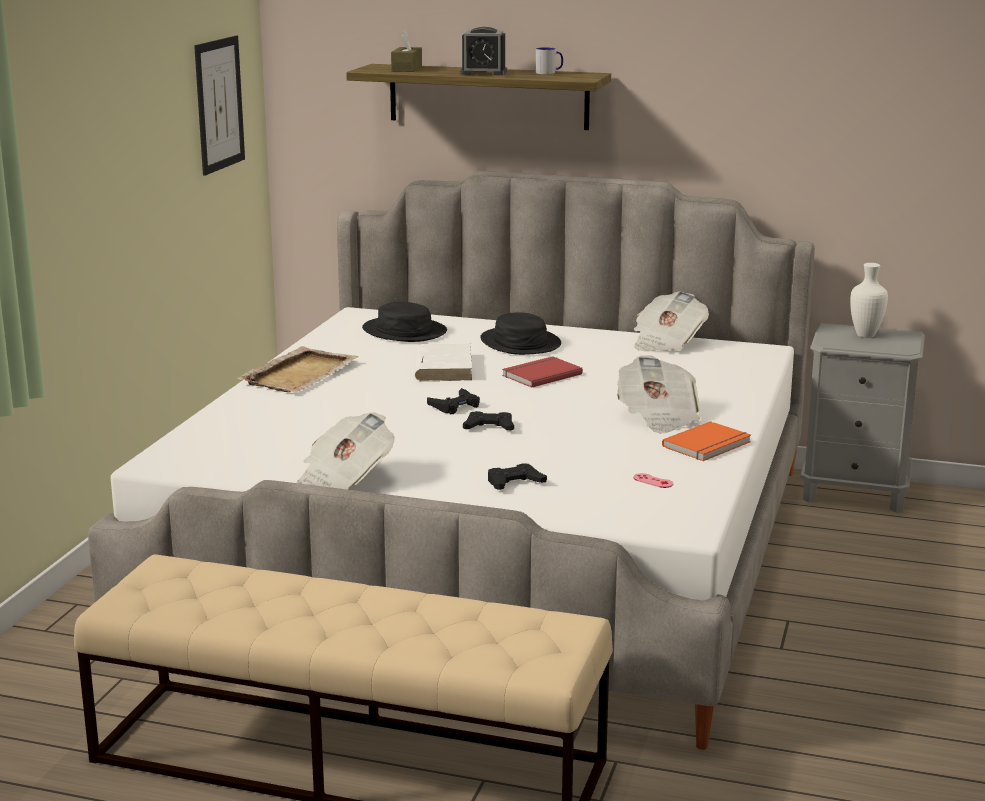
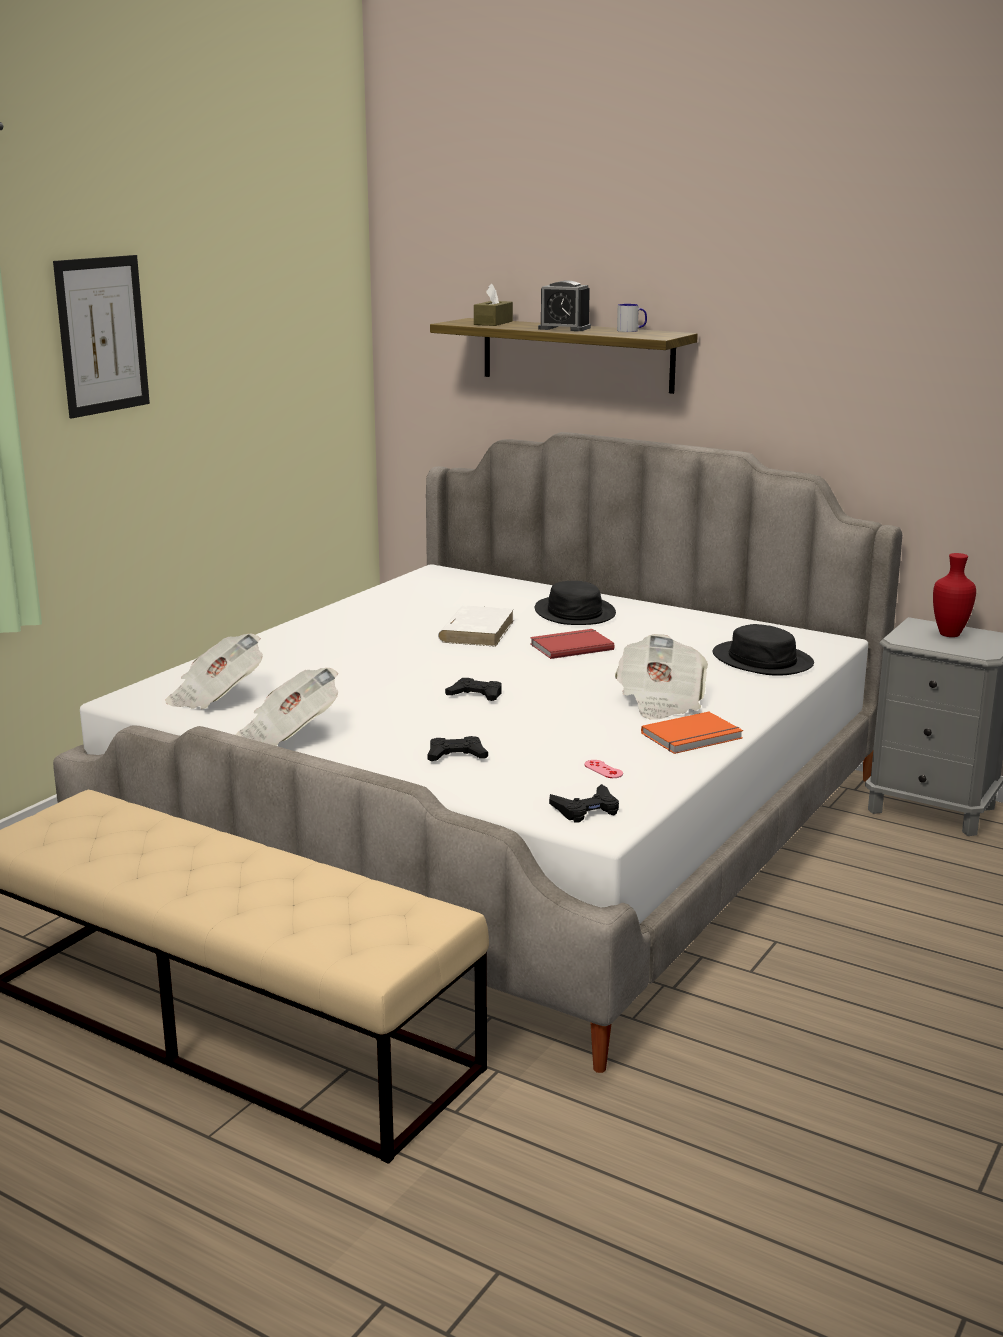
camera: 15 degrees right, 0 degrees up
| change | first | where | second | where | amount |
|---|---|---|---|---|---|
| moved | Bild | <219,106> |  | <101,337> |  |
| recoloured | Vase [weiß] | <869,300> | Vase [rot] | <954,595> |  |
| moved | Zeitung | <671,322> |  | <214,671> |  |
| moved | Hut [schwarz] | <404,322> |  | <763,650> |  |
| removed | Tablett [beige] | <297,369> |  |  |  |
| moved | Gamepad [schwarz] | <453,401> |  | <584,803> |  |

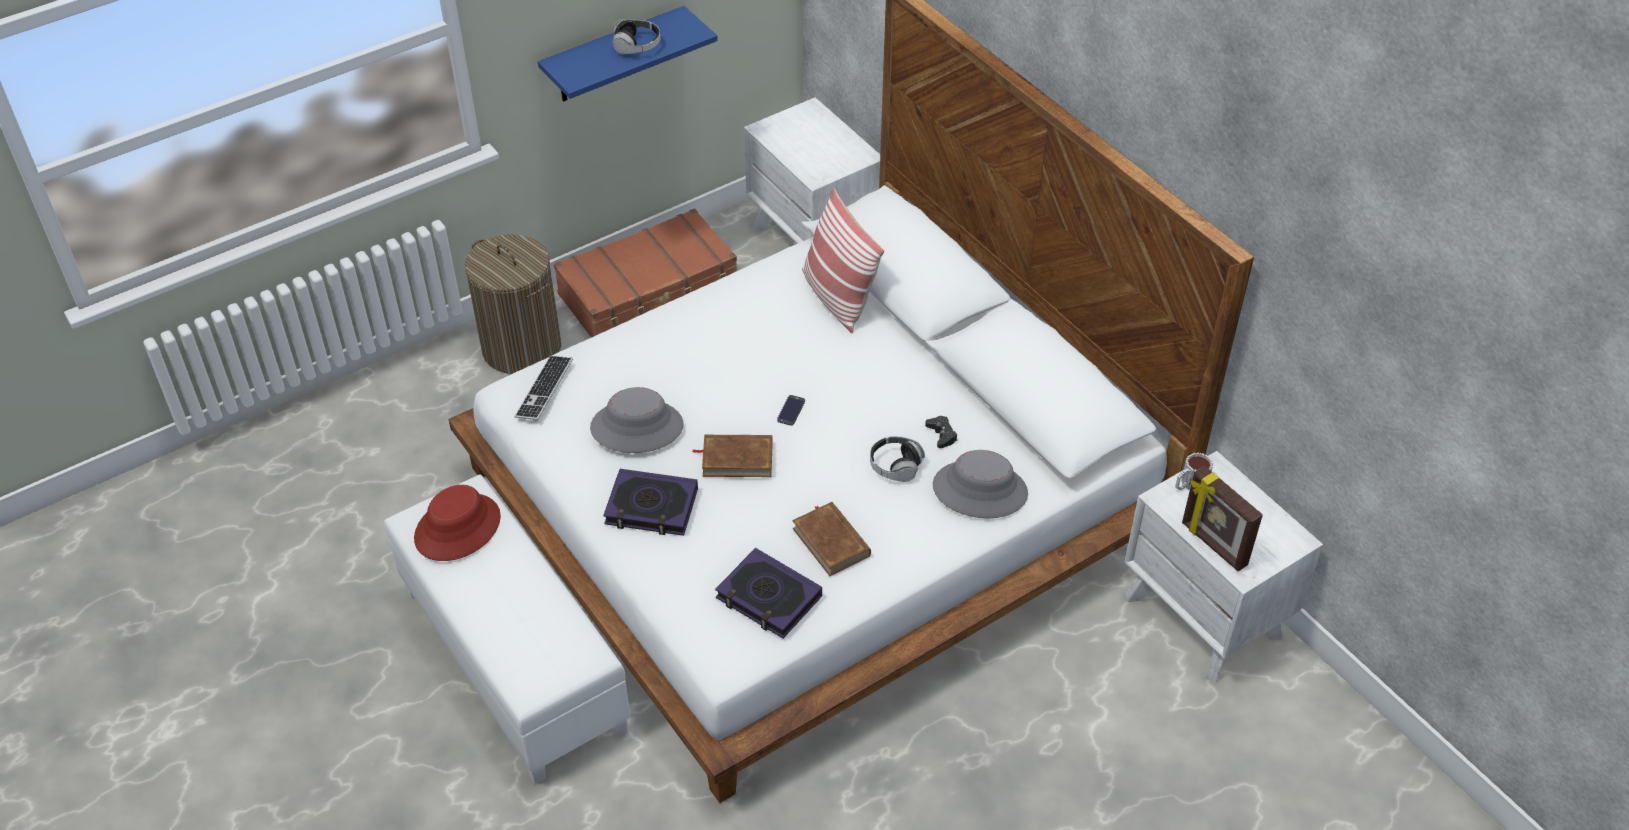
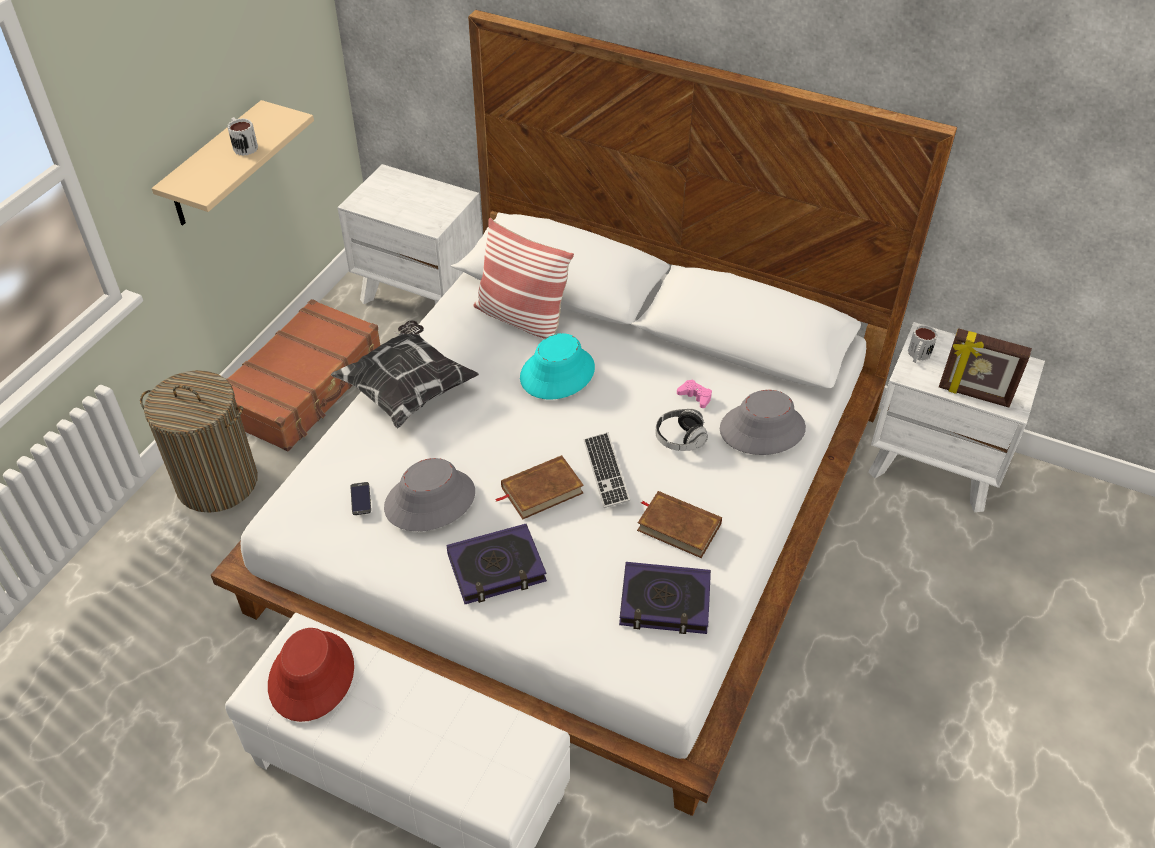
camera: 30 degrees left, 0 degrees up
| change | first | where | second | where | amount |
|---|---|---|---|---|---|
| recoloured | Wandregal [blau] | <628,54> | Wandregal [beige] | <233,162> |  |
| replaced | Kopfhörer | <636,36> | Henkelbecher | <242,136> |  |
| moved | Tastatur | <543,388> |  | <606,470> |  |
| moved | Handy | <791,410> |  | <361,498> |  |
| recoloured | Gamepad [schwarz] | <941,432> | Gamepad [rosa] | <694,394> |  |
| added |  |  | Kissen | <405,374> |  |
| added |  |  | Hut [türkis] | <557,366> |  |

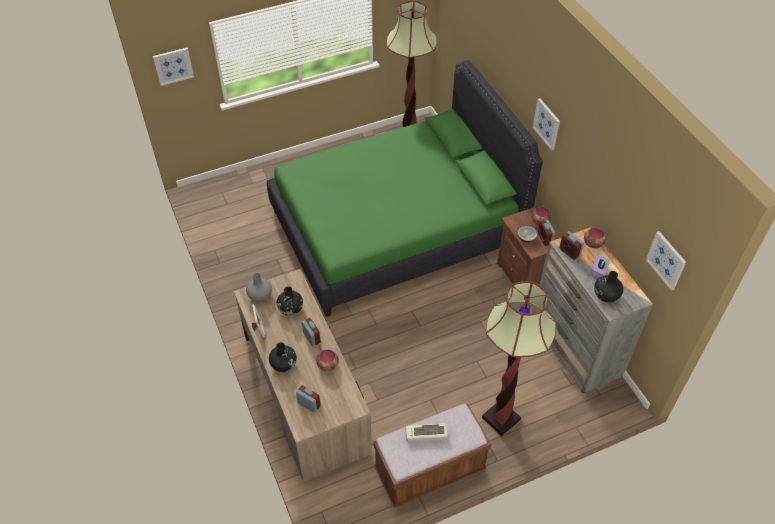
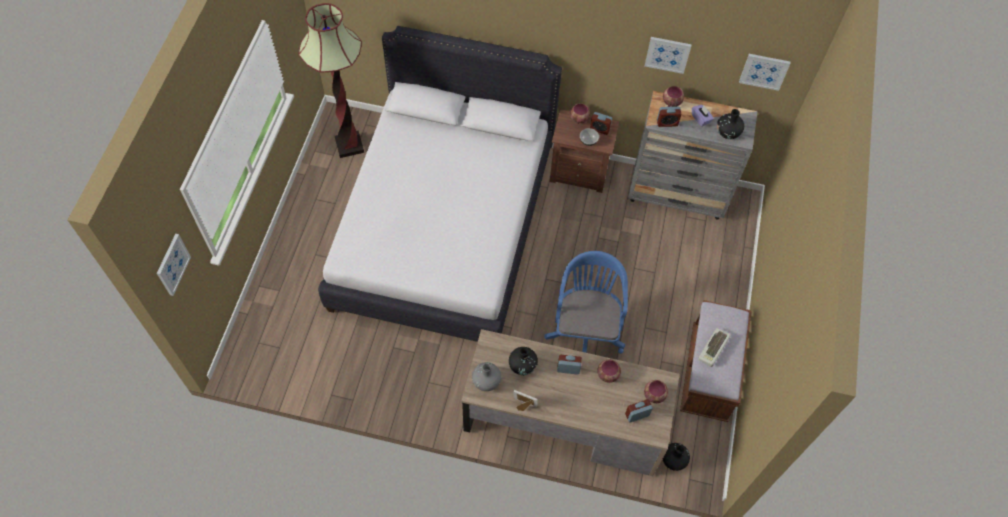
camera: 55 degrees left, 10 degrees up
| change | first | where | second | where | amount |
|---|---|---|---|---|---|
| recoloured | Bett [grün] | <405,188> | Bett [weiß] | <440,184> |  |
| moved | Bild | <546,124> |  | <668,55> |  |
| removed | Stehlampe | <519,358> |  |  |  |
| moved | Vase [schwarz] | <283,357> |  | <676,457> |  |
| added |  |  | Bürostuhl [blau] | <586,302> |  |
| added |  |  | Schüssel | <656,391> |  |

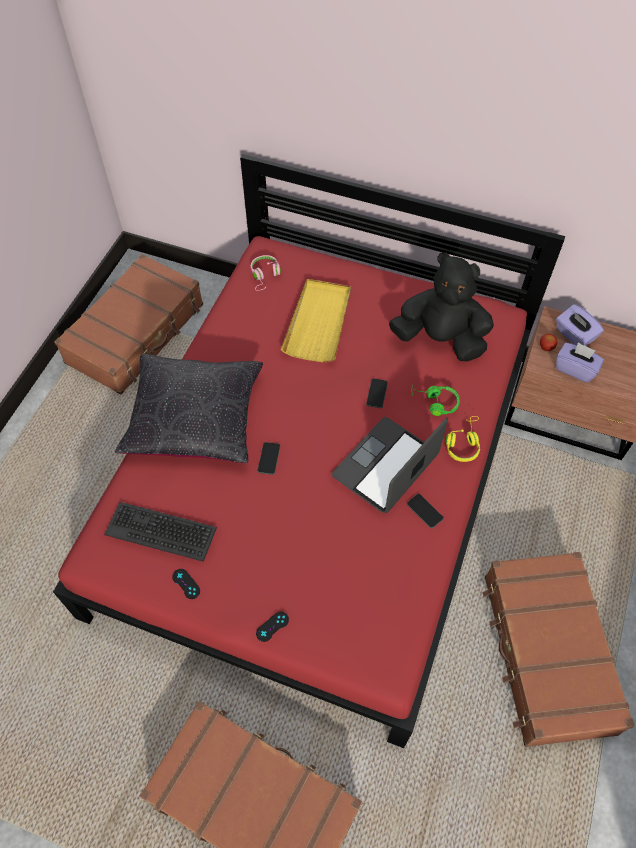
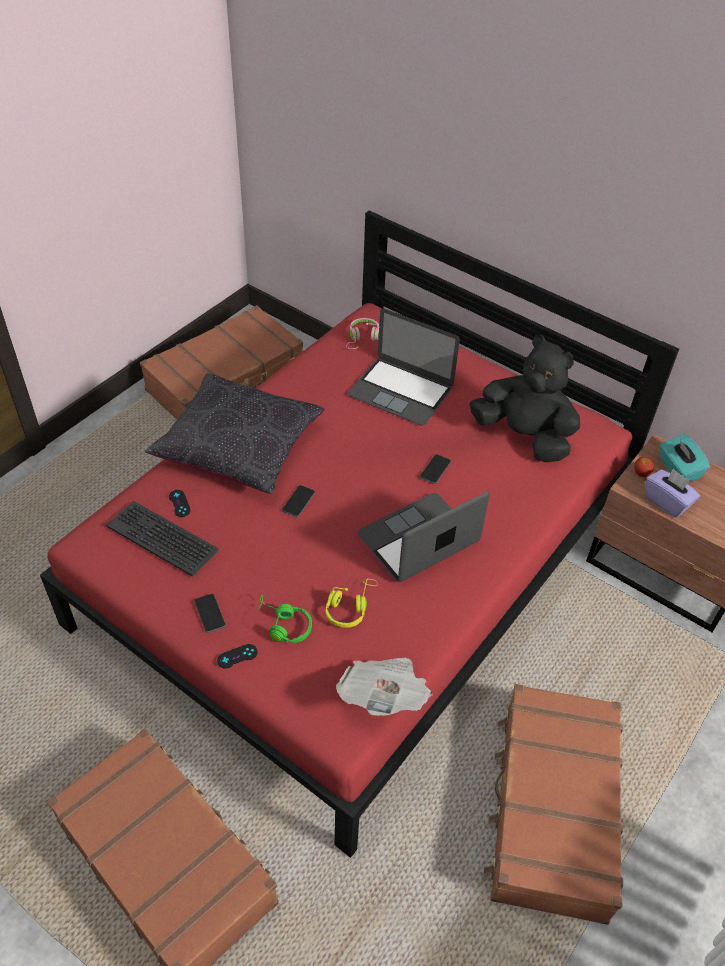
camera: 15 degrees right, 10 degrees down
| change | first | where | second | where | amount |
|---|---|---|---|---|---|
| replaced | Tablett [gelb] | <316,320> | Laptop | <404,367> |  |
| recoloured | Taschentuchbox [lila] | <580,325> | Taschentuchbox [türkis] | <685,458> |  |
| moved | Kopfhörer [grün] | <435,400> |  | <285,619> |  |
| moved | Kopfhörer [gelb] | <463,439> |  | <351,603> |  |
| moved | Handy | <425,511> |  | <210,613> |  |
| moved | Gamepad [schwarz] | <186,584> |  | <180,503> |  |
| added |  |  | Zeitung | <384,686> |  |

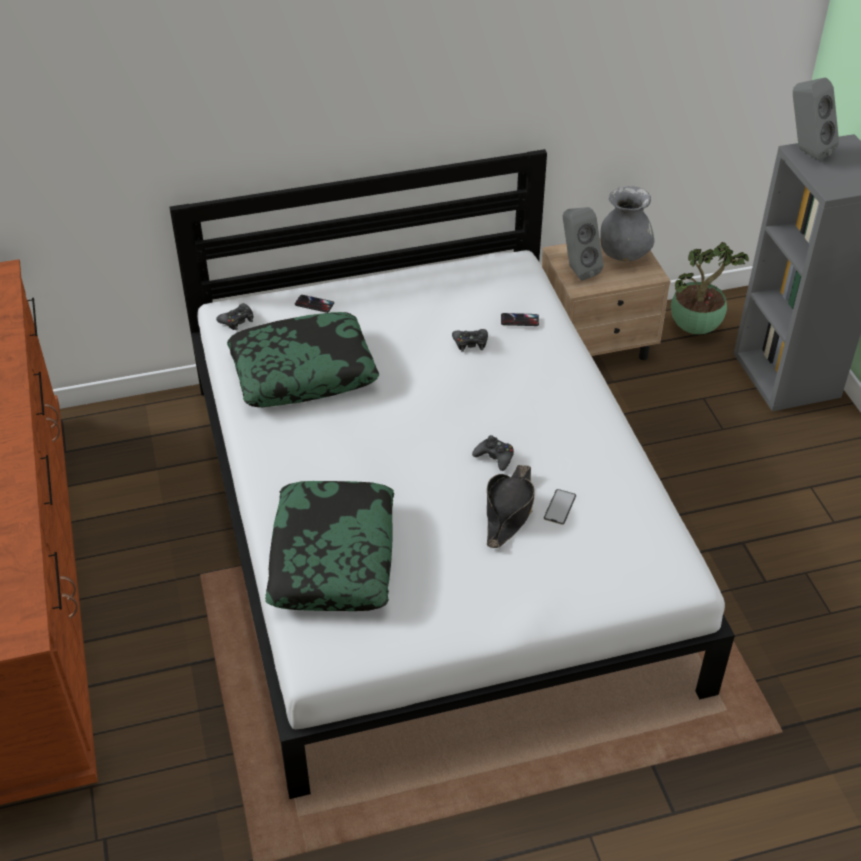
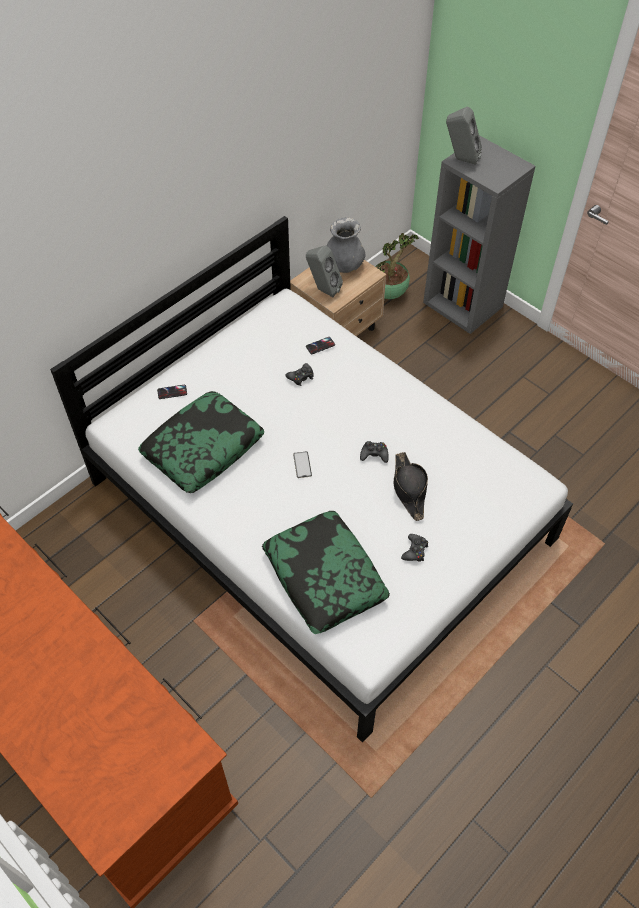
camera: 30 degrees left, 10 degrees up
| change | first | where | second | where | amount |
|---|---|---|---|---|---|
| moved | Gamepad [schwarz] | <234,316> |  | <414,548> |  |
| moved | Handy | <560,507> |  | <302,465> |  |

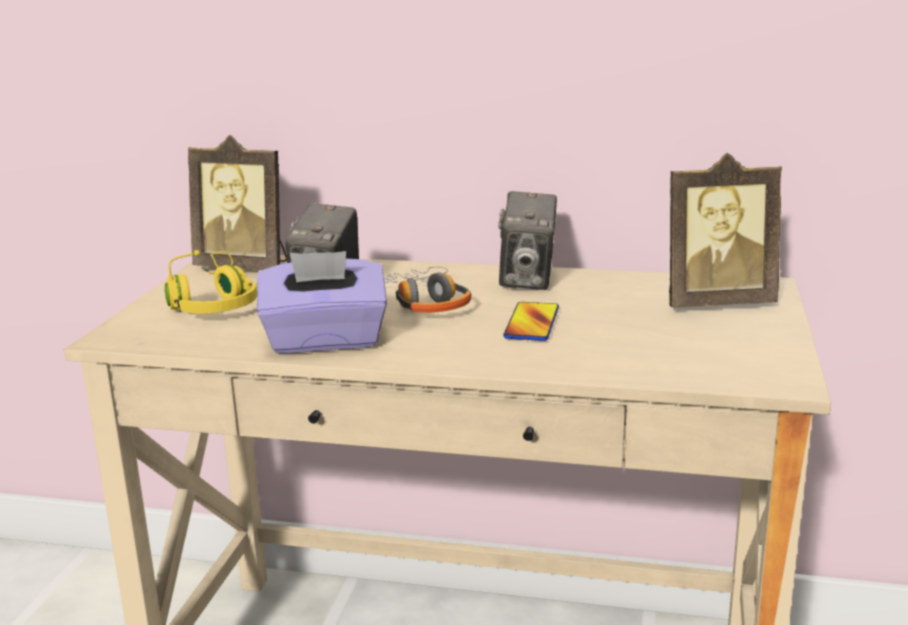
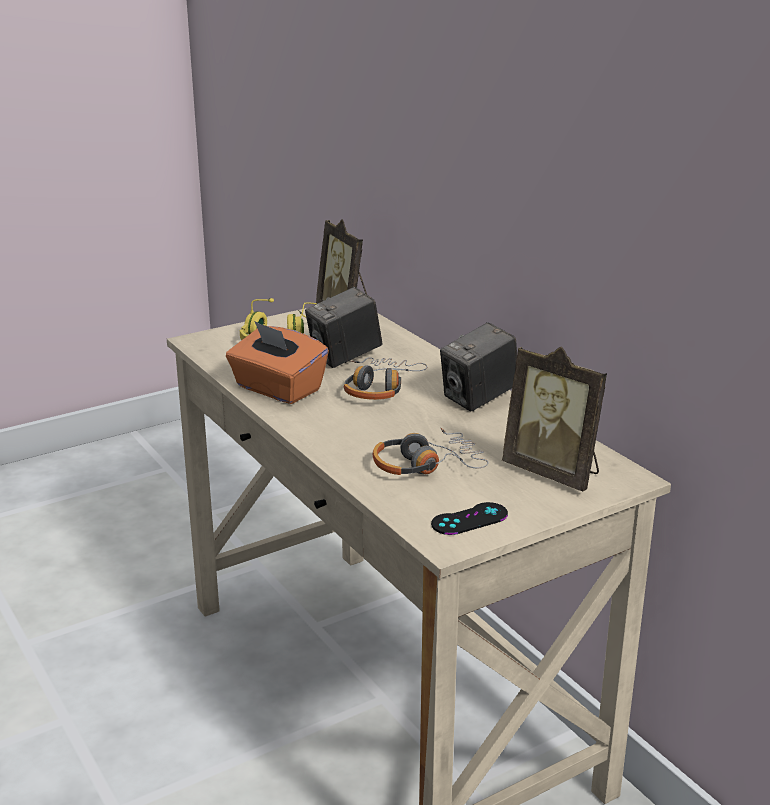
camera: 45 degrees right, 5 degrees up
| change | first | where | second | where | amount |
|---|---|---|---|---|---|
| recoloured | Taschentuchbox [lila] | <322,302> | Taschentuchbox [orange] | <277,362> |  |
| removed | Handy | <531,321> |  |  |  |
| added |  |  | Kopfhörer | <431,451> |  |
| added |  |  | Gamepad [schwarz] | <469,518> |  |

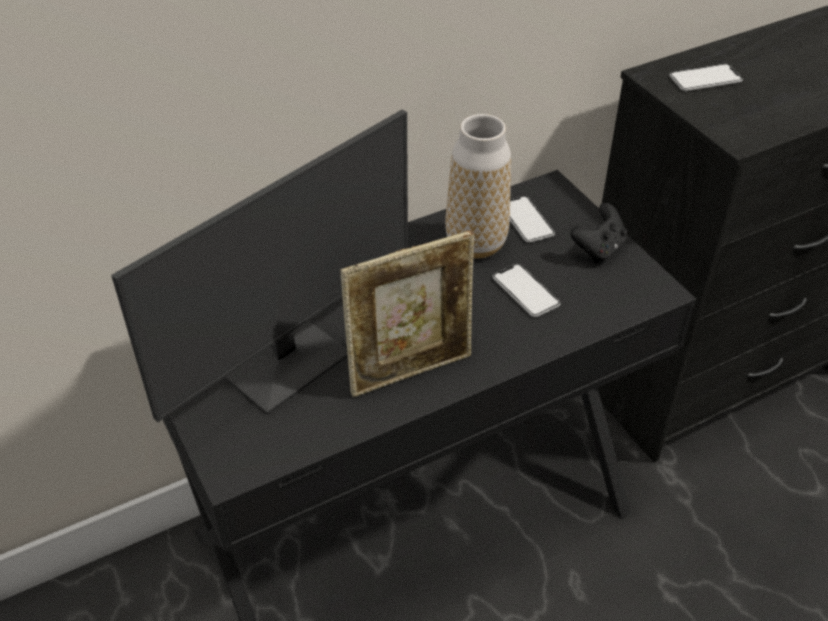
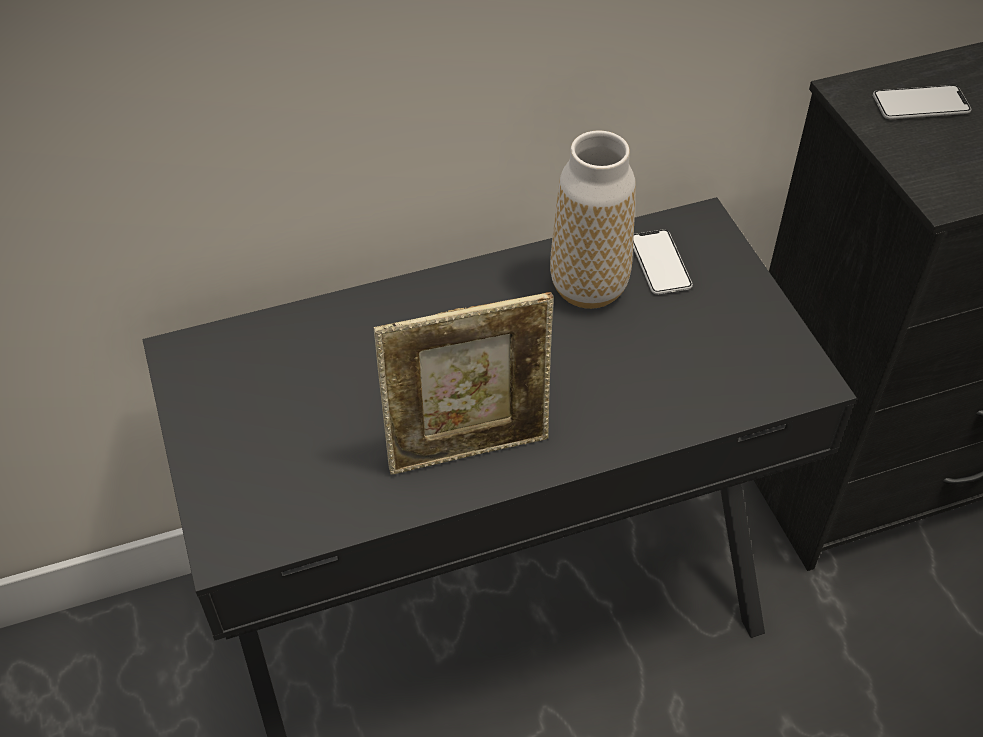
camera: 10 degrees right, 5 degrees up
| change | first | where | second | where | amount |
|---|---|---|---|---|---|
| removed | Monitor | <259,266> |  |  |  |
| removed | Gamepad [schwarz] | <598,233> |  |  |  |
| removed | Handy | <526,290> |  |  |  |

